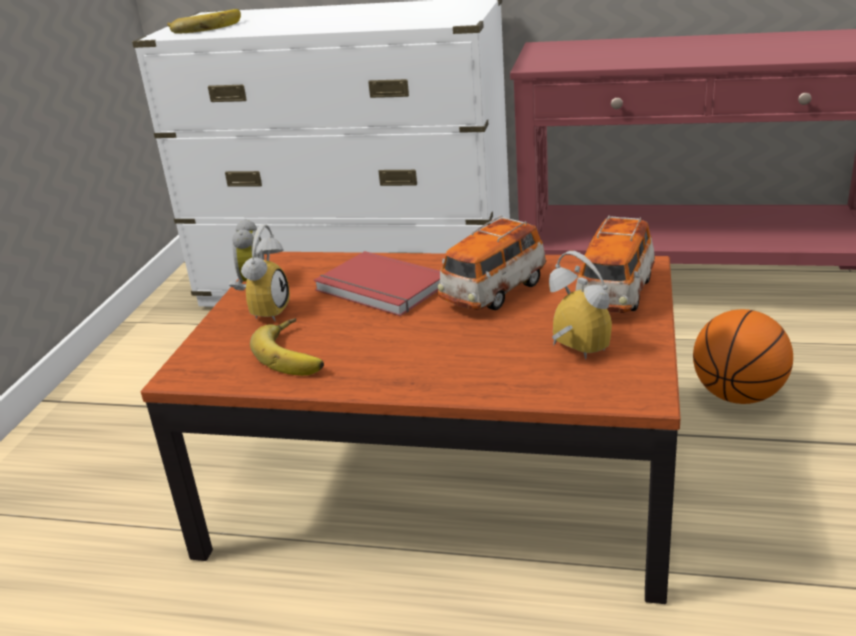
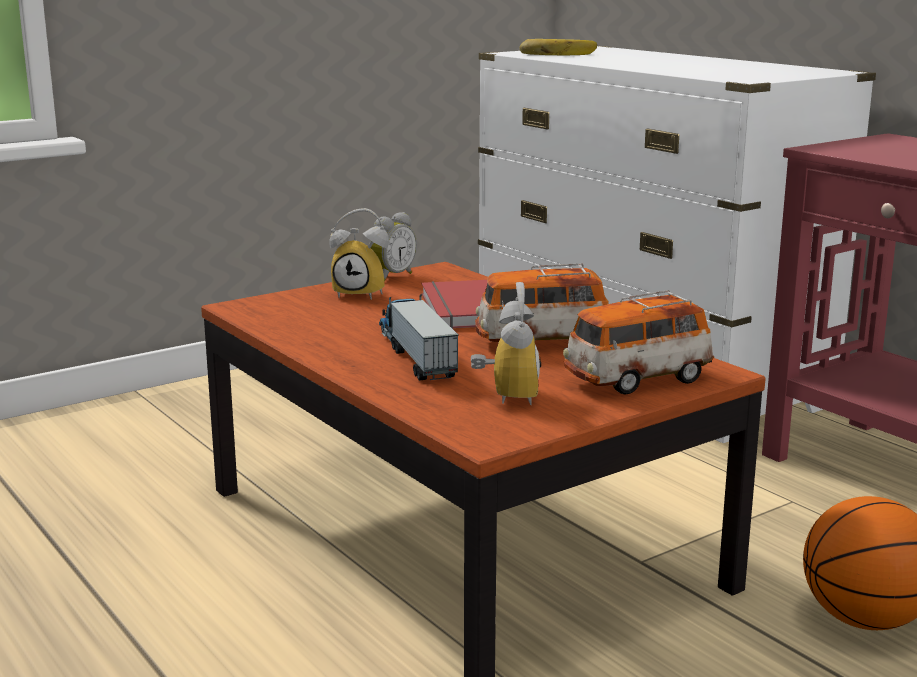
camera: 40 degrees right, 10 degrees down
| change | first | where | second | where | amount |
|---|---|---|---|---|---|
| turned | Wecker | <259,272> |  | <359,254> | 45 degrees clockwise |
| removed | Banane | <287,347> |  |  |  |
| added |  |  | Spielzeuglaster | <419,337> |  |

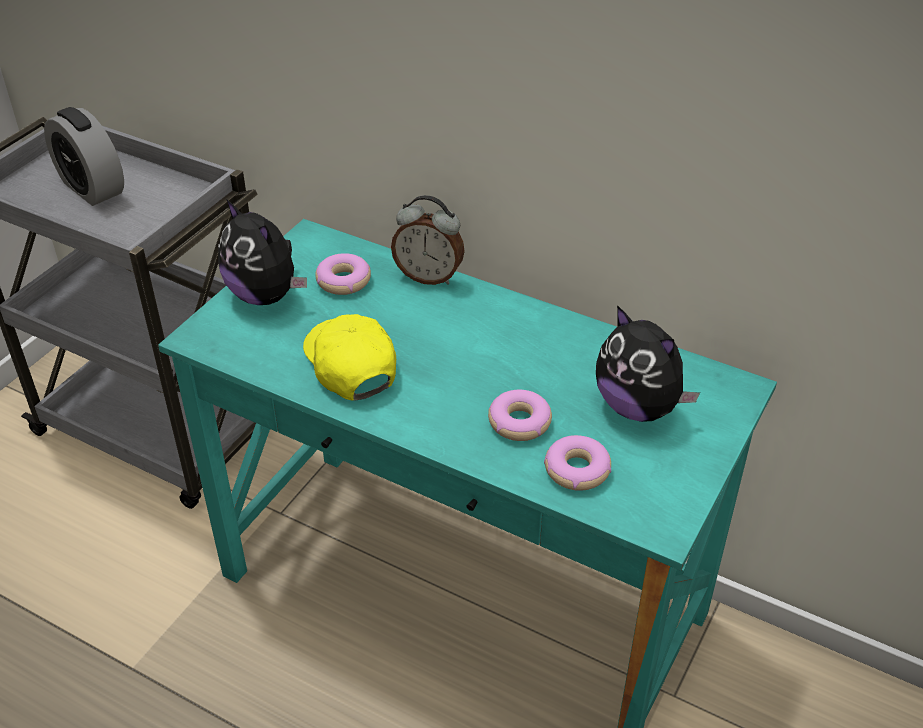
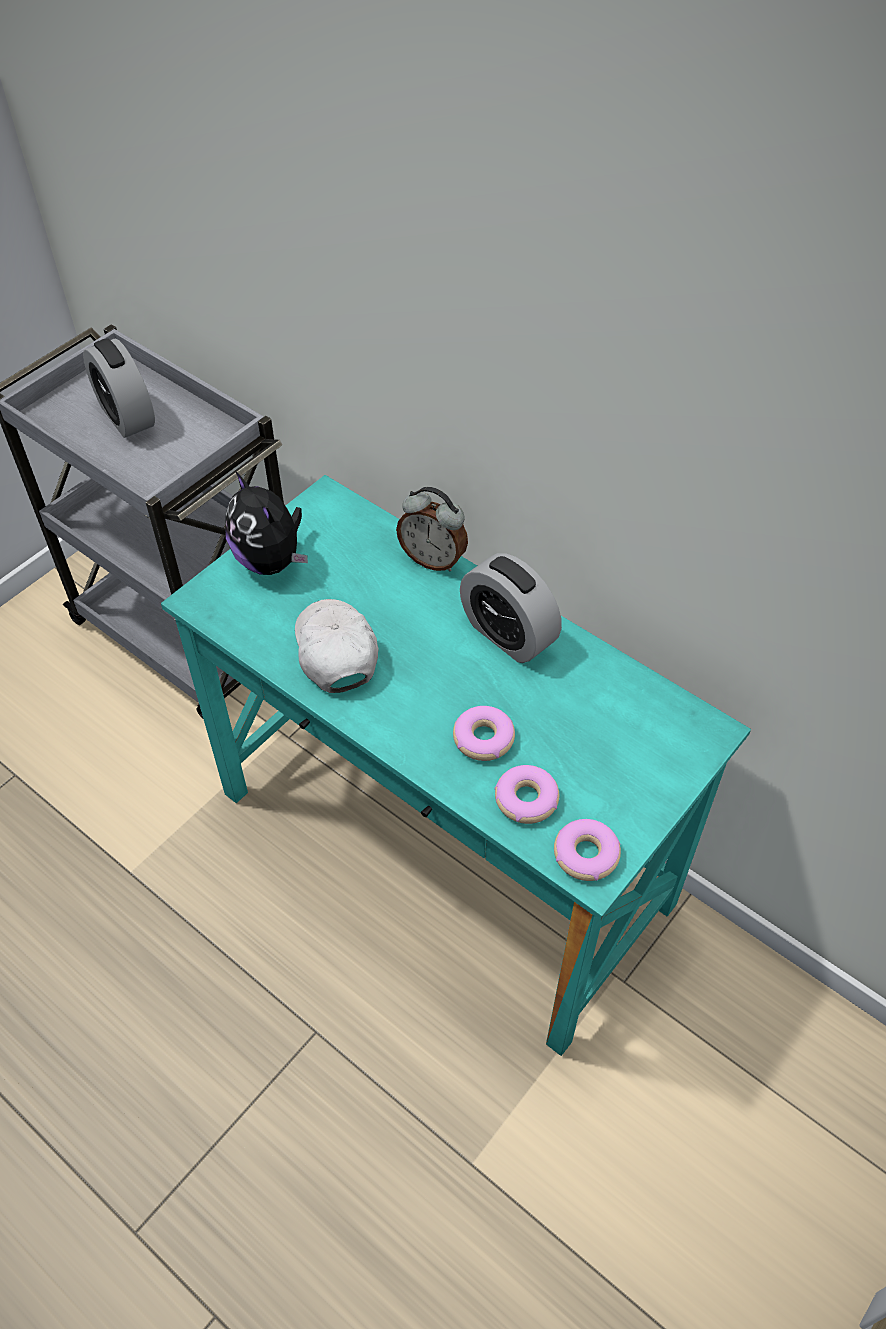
camera: 10 degrees right, 10 degrees up
| change | first | where | second | where | amount |
|---|---|---|---|---|---|
| moved | Donut | <343,274> |  | <587,850> |  |
| removed | Plüschtier | <648,363> |  |  |  |
| recoloured | Kappe [gelb] | <349,357> | Kappe [weiß] | <337,646> |  |
| added |  |  | Wecker | <511,608> |  |

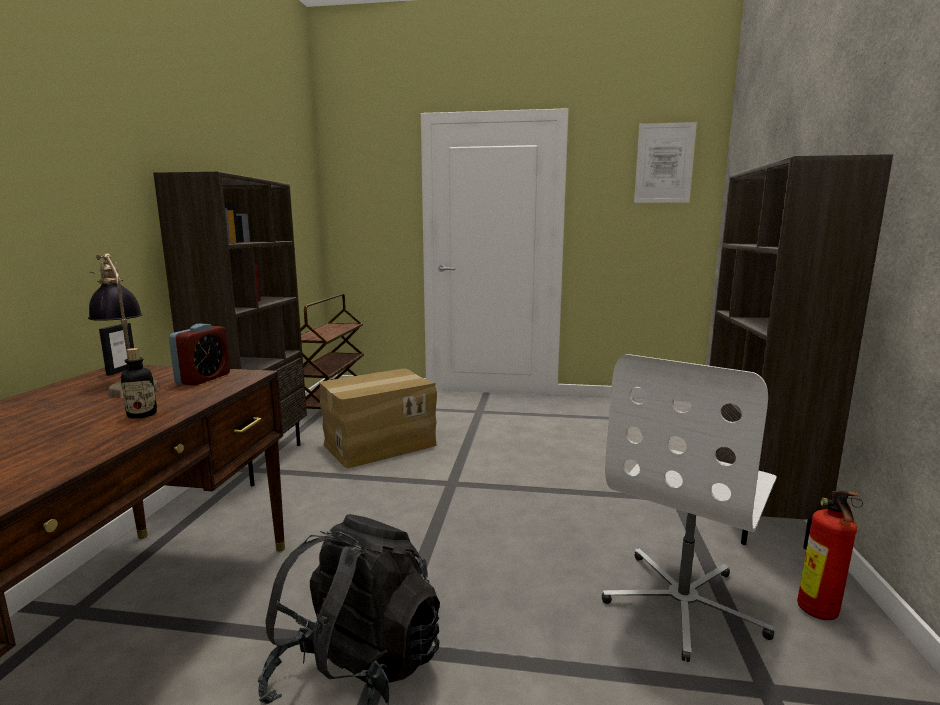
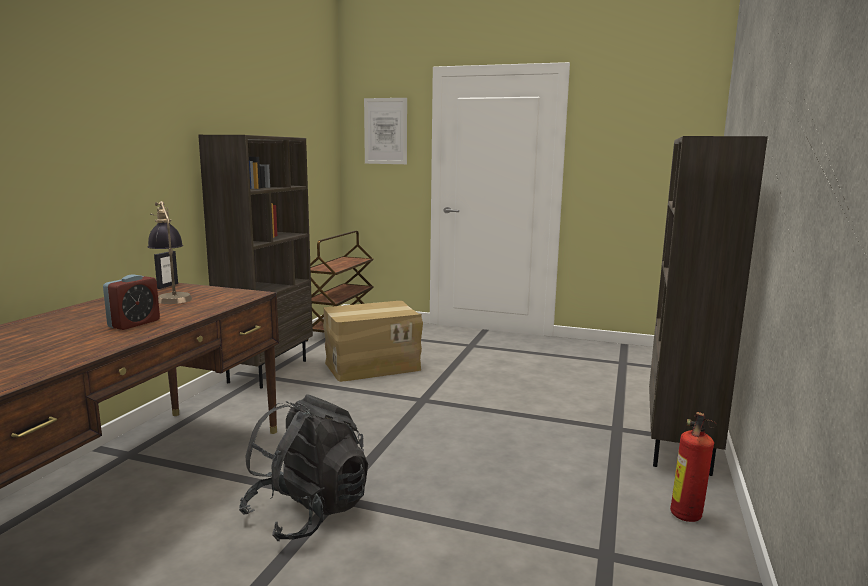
camera: 10 degrees right, 0 degrees up
| change | first | where | second | where | amount |
|---|---|---|---|---|---|
| moved | Bild | <665,162> |  | <385,131> |  |
| moved | Wecker | <199,355> |  | <131,302> |  |
| removed | Flasche | <139,383> |  |  |  |
| removed | Bürostuhl [weiß] | <689,508> |  |  |  |

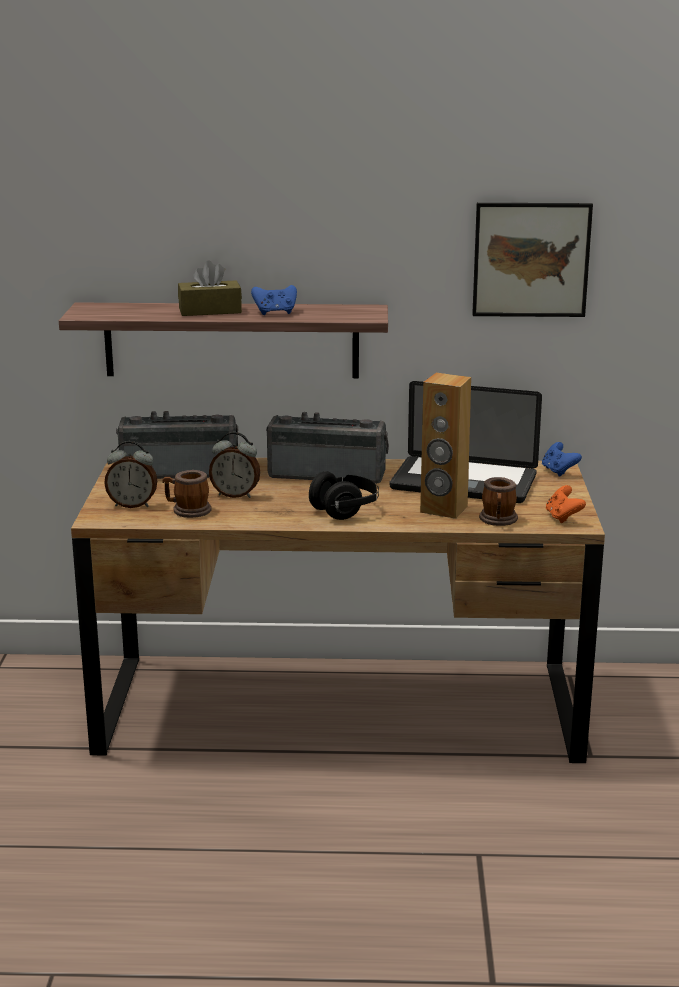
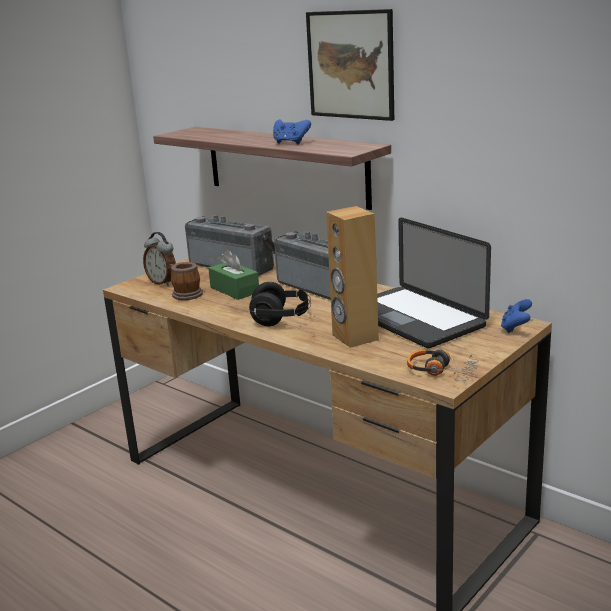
camera: 40 degrees right, 0 degrees up
| change | first | where | second | where | amount |
|---|---|---|---|---|---|
| moved | Bild | <532,260> |  | <350,65> |  |
| removed | Taschentuchbox [braun] | <210,288> |  |  |  |
| replaced | Wecker | <234,465> | Taschentuchbox [grün] | <233,275> |  |
| removed | Henkelbecher | <498,501> |  |  |  |
| replaced | Gamepad [orange] | <566,504> | Kopfhörer | <443,365> |  |

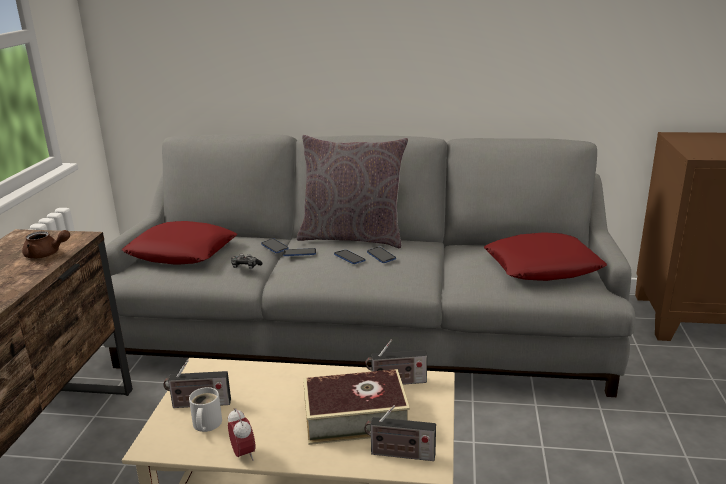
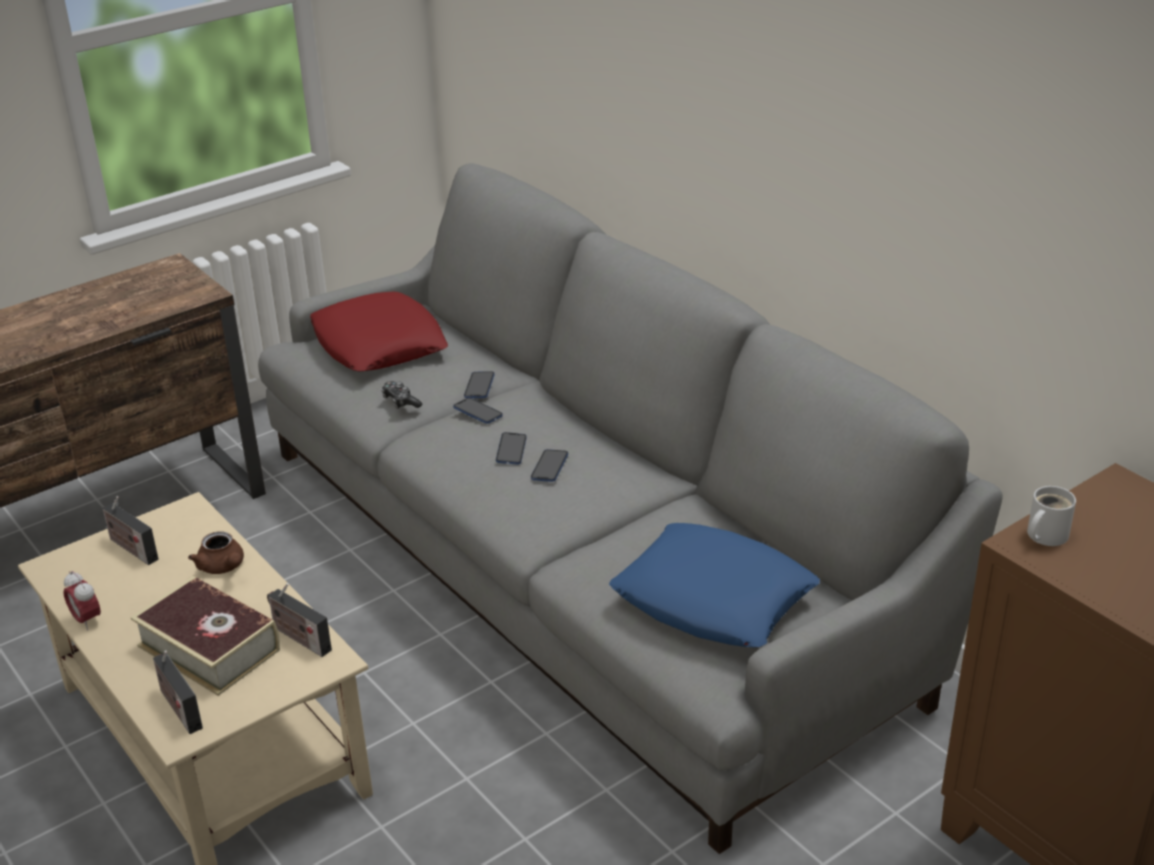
camera: 45 degrees right, 10 degrees up
| change | first | where | second | where | amount |
|---|---|---|---|---|---|
| removed | Kissen [grau] | <352,191> |  |  |  |
| moved | Teekanne [braun] | <46,244> |  | <216,553> |  |
| recoloured | Kissen [rot] | <545,256> | Kissen [blau] | <714,585> |  |
| moved | Henkelbecher [weiß] | <205,409> |  | <1051,516> |  |
| turned | Wecker | <242,434> |  | <82,600> | 120 degrees clockwise |

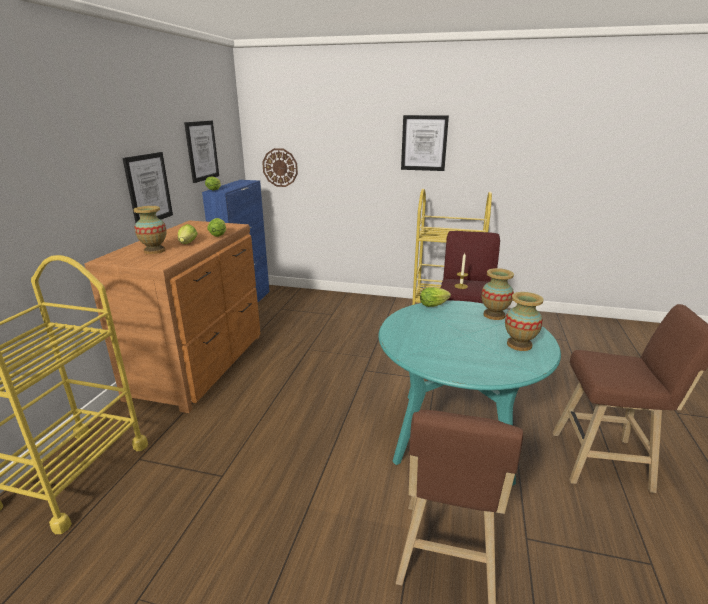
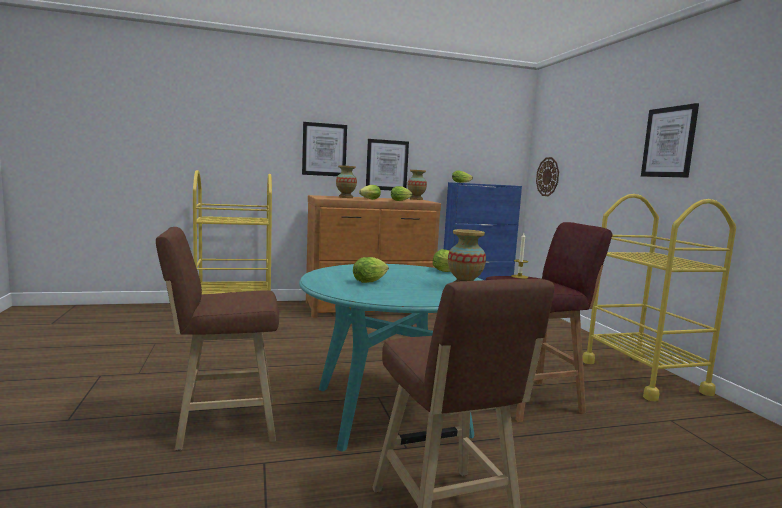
camera: 60 degrees right, 15 degrees down
| change | first | where | second | where | amount |
|---|---|---|---|---|---|
| moved | Bild | <201,151> |  | <324,149> |  |
| moved | Vase | <524,321> |  | <417,185> |  |
| added |  |  | Salatkopf | <371,270> |  |

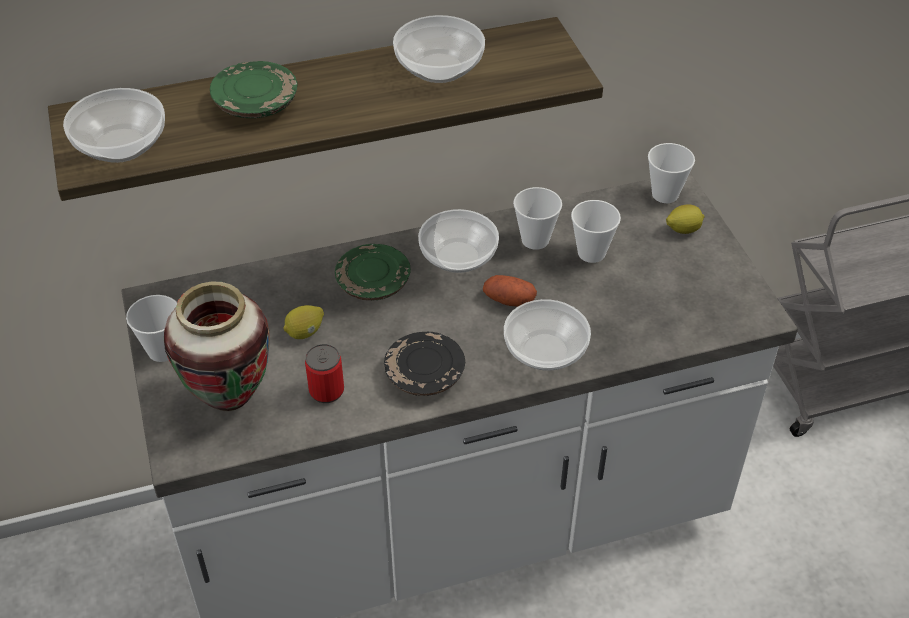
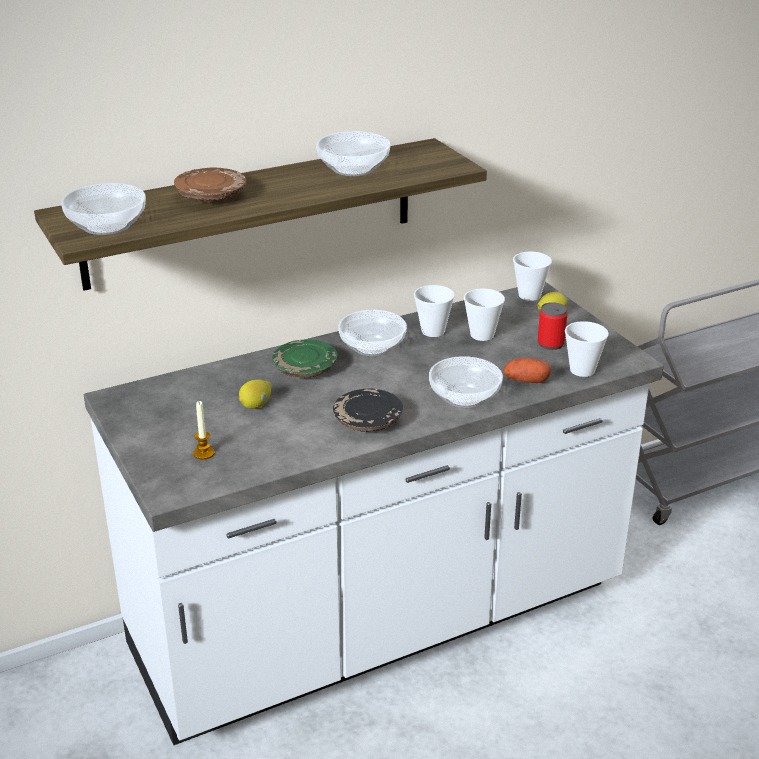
camera: 10 degrees left, 15 degrees down
| change | first | where | second | where | amount |
|---|---|---|---|---|---|
| recoloured | Teller [grün] | <254,89> | Teller [braun] | <210,185> |  |
| moved | Kartoffel | <510,291> |  | <528,370> |  |
| replaced | Vase | <217,346> | Kerze | <204,430> |  |
| moved | Tasse | <151,328> |  | <587,349> |  |
| moved | Dose | <324,373> |  | <552,326> |  |

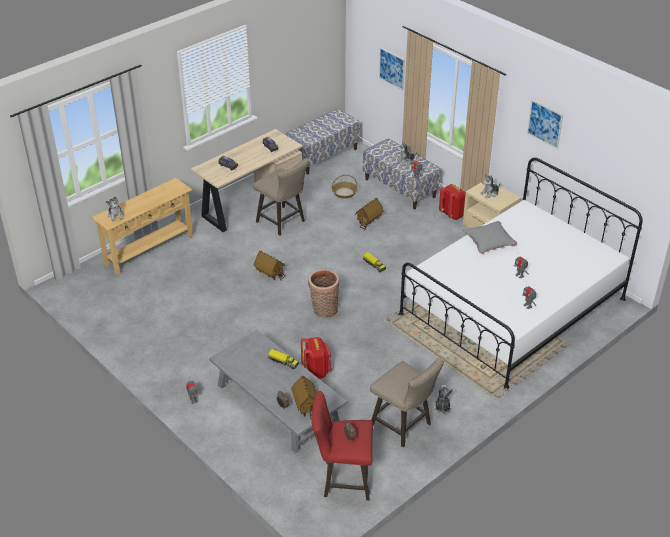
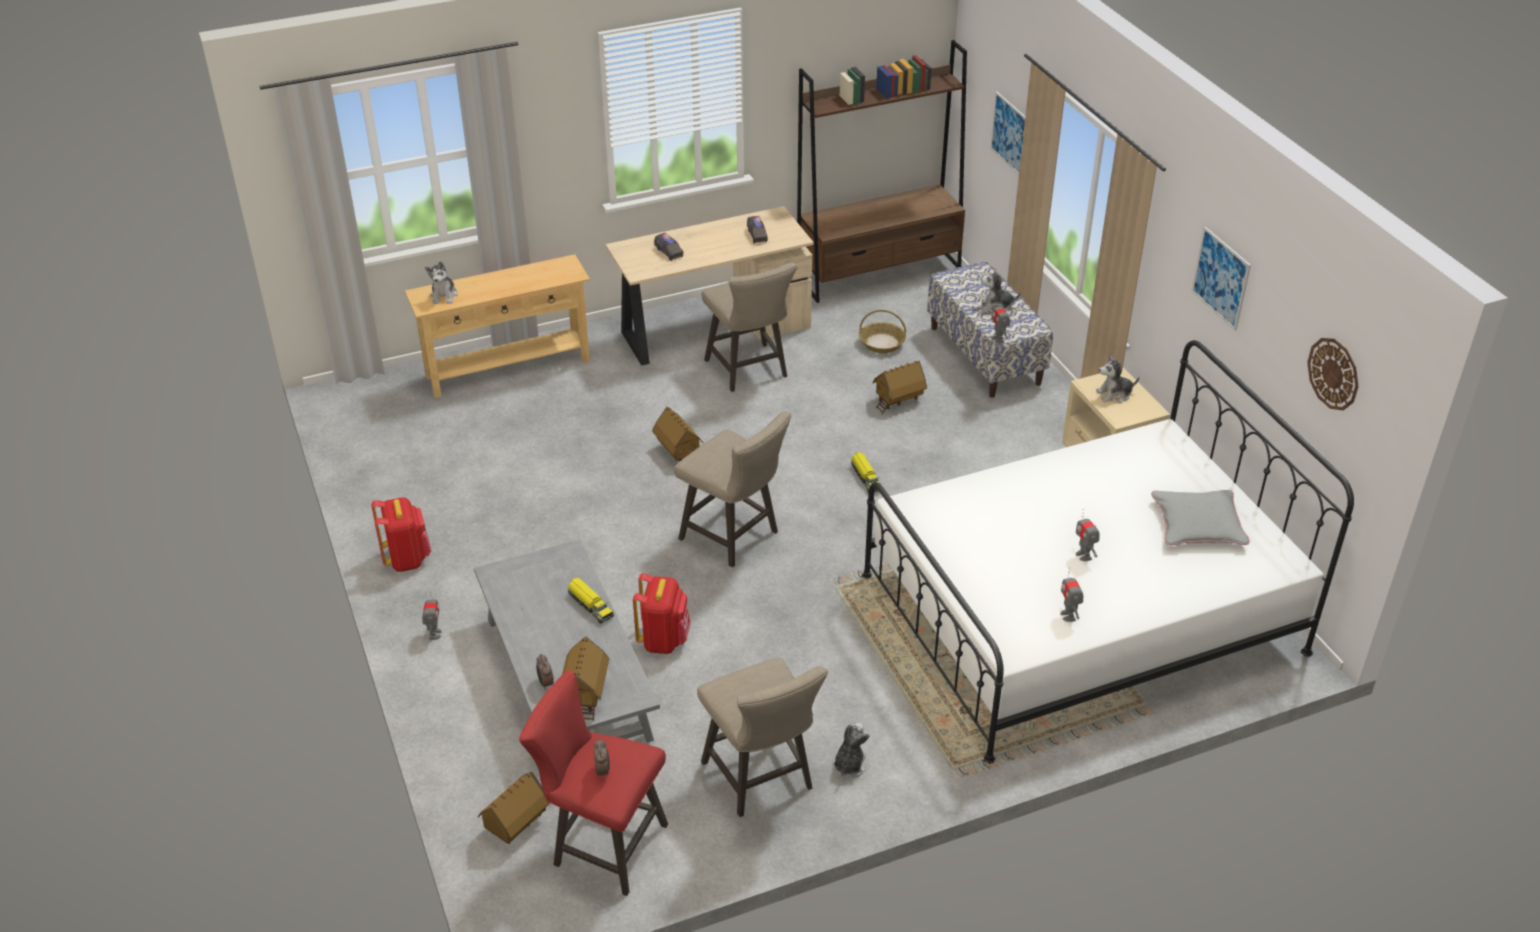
camera: 20 degrees right, 0 degrees up
| change | first | where | second | where | amount |
|---|---|---|---|---|---|
| replaced | Bank | <322,141> | Bücherregal [braun] | <882,171> |  |
| moved | Rucksack [rot] | <452,202> |  | <401,534> |  |
| moved | Kissen [grau] | <490,237> |  | <1200,517> |  |
| replaced | Korb | <323,293> | Hocker [beige] | <732,489> |  |
| added |  |  | Wanduhr | <1332,374> |  |
| added |  |  | Spielzeughaus | <514,807> |  |

